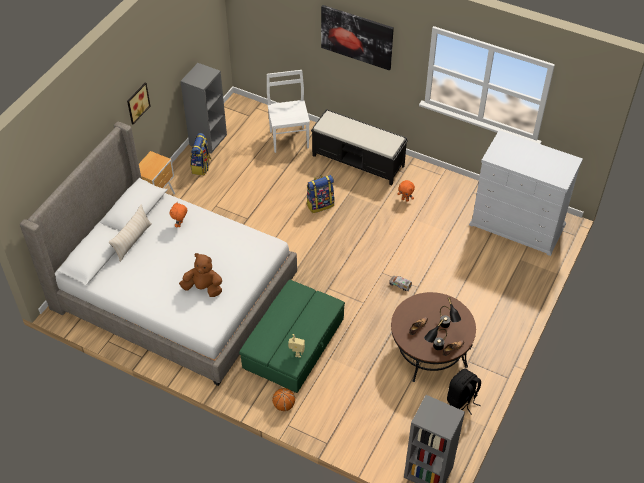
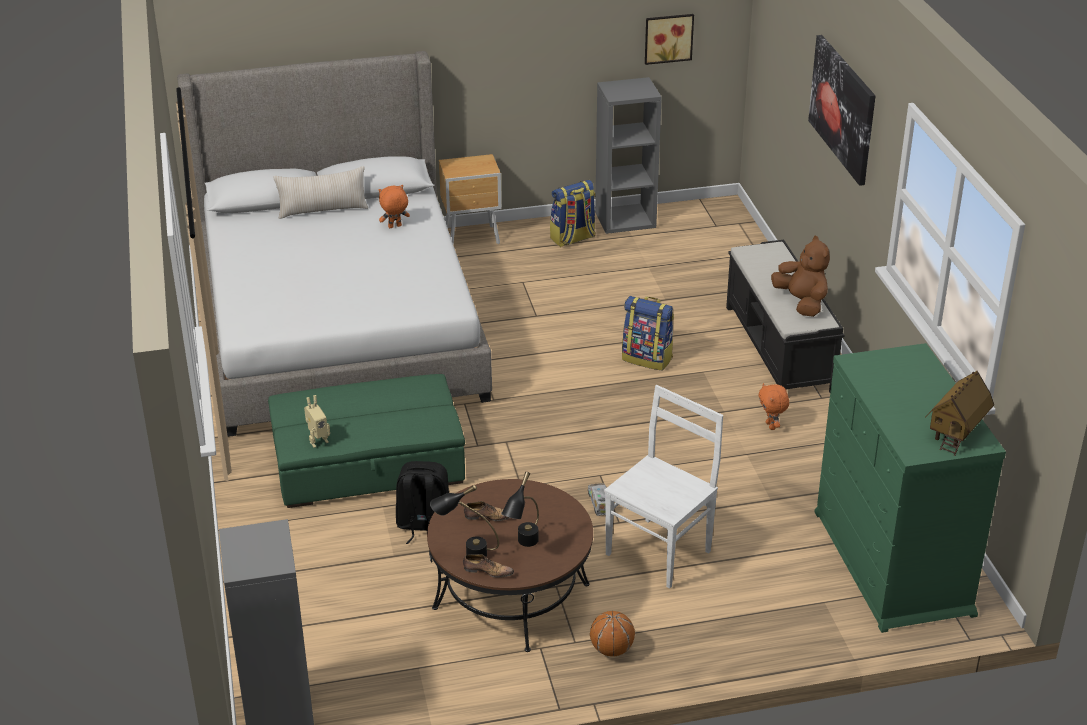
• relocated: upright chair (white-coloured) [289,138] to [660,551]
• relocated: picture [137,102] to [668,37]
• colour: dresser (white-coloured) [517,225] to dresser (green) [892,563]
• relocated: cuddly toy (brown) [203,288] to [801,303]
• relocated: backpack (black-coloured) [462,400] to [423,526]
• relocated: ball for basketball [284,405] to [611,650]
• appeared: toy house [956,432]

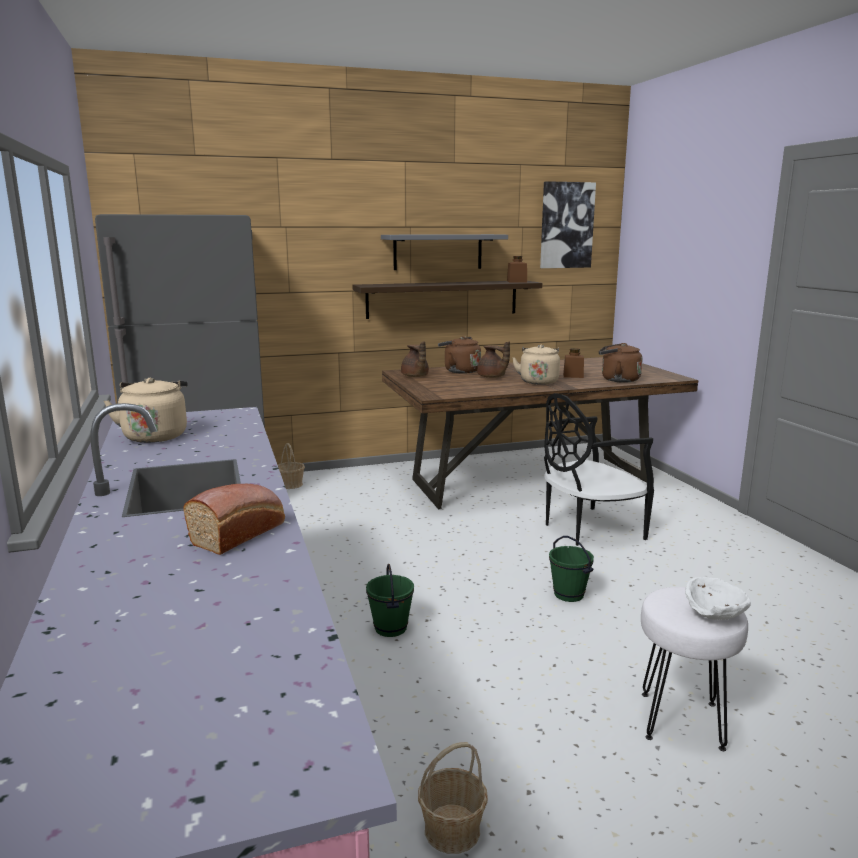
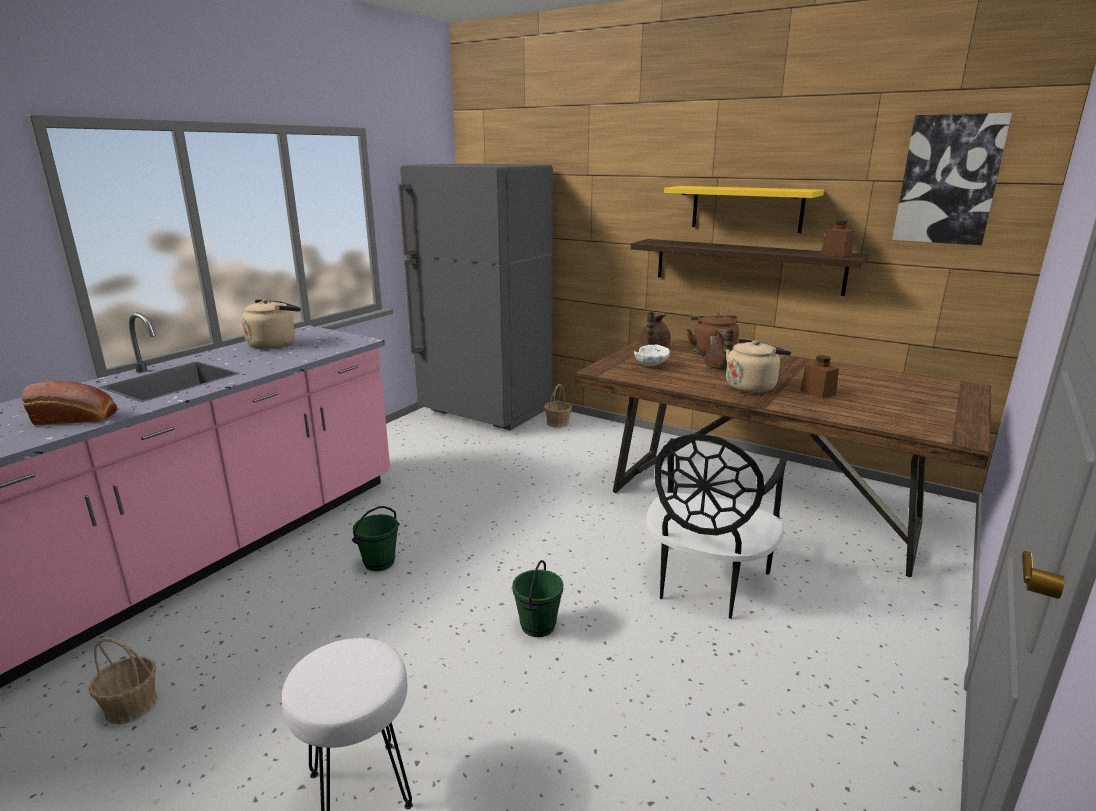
• colour: shelf (grey) [438,252] to shelf (yellowish) [746,208]
• missing: tea kettle (brown) [617,380]
• spun: upright chair (black-coloured) [588,529] = [704,583] 90 degrees counterclockwise
• relocated: deep dish (white-coloured) [716,616] to [651,366]

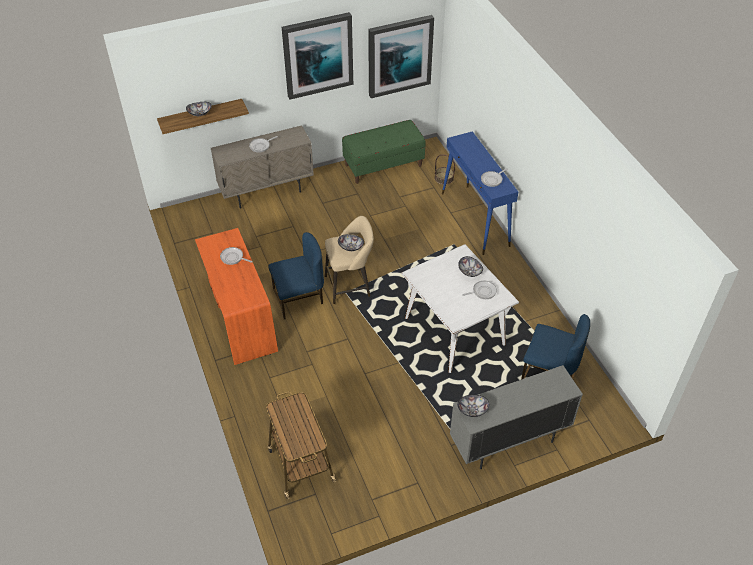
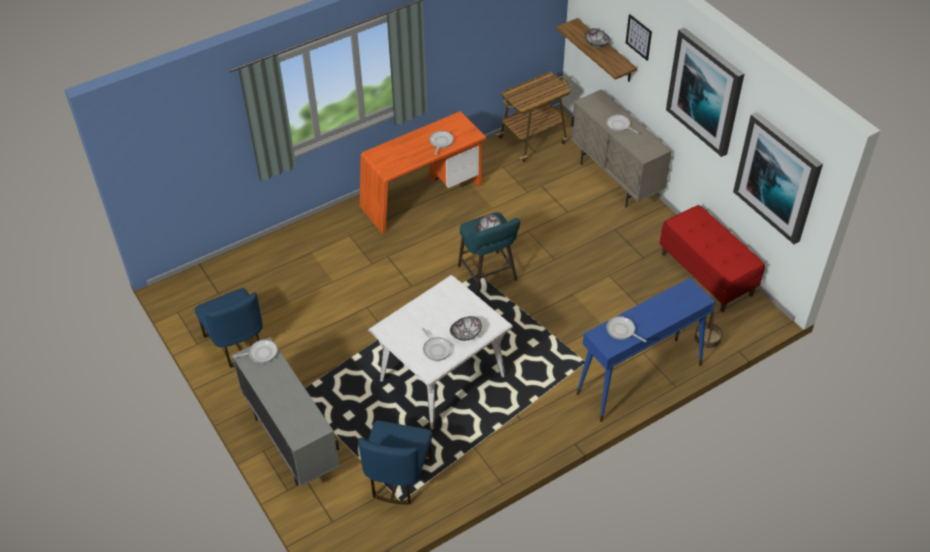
• colour: indoor bench (green) [383,165] to indoor bench (reddish) [707,274]
• colour: sitting stool (beige) [350,286] to sitting stool (turquoise-coloured) [489,275]
• relocated: upright chair (bluish) [299,298] to [236,343]
• relocated: trolley [300,464] to [533,140]
• exchanged: deep dish [472,410] to frying pan [261,353]
• appeared: picture [639,37]

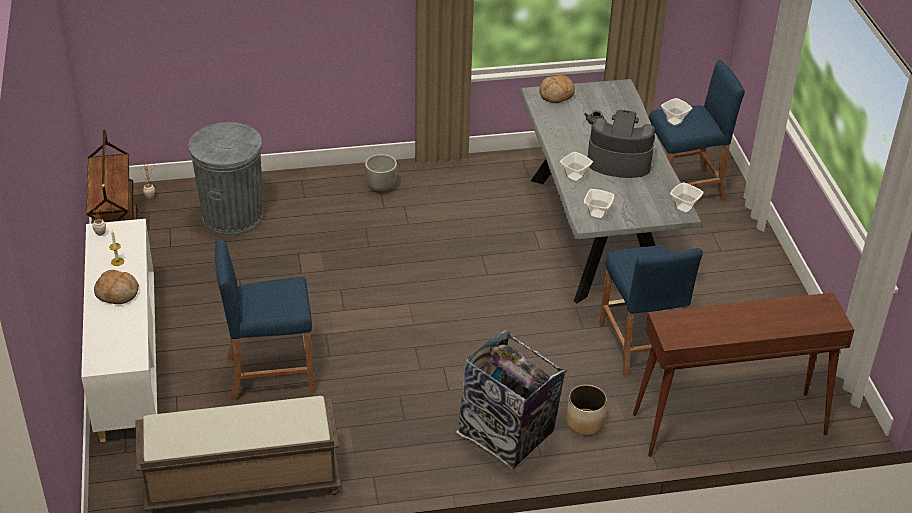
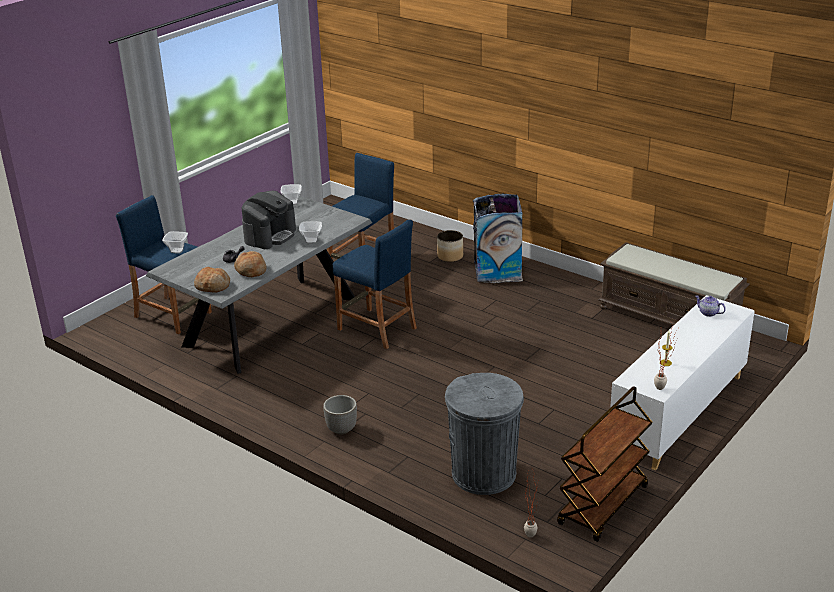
• spun: coffee maker [619,161] = [270,235] 120 degrees counterclockwise
• missing: deep dish [598,214]
• relocated: sitting stool (bluish) [270,374] to [377,329]
• relocated: bakery bread [117,293] to [250,270]
• missing: hall table (brown) [728,424]
• appeared: teapot [708,313]

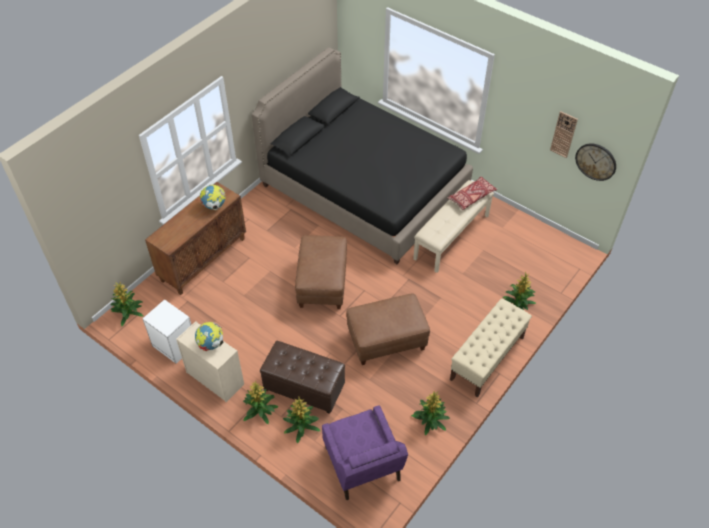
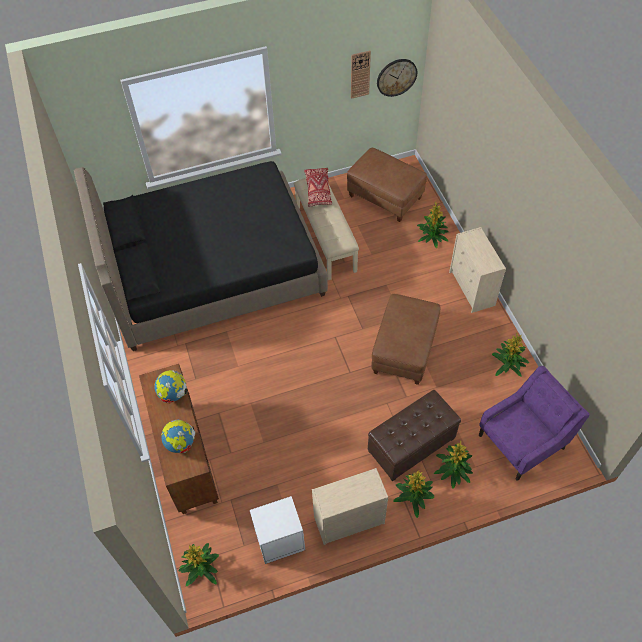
• relocated: pouffe (brown) [323,284] to [385,197]
• exchanged: indoor bench (beige) [487,358] to dresser (beige) [472,289]
• relocated: desk globe [211,344] to [181,443]
• spun: easy chair (purple) [362,465] = [522,441] 45 degrees counterclockwise

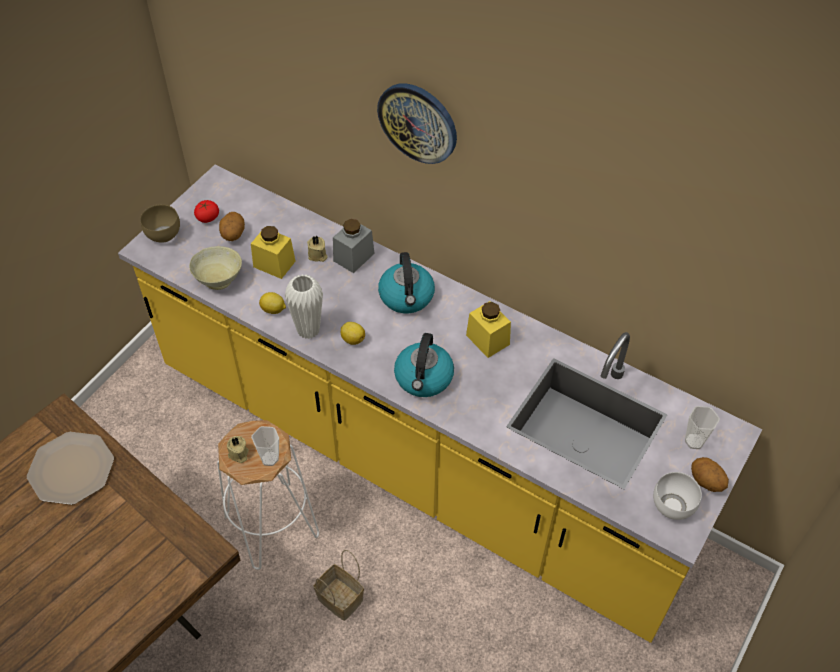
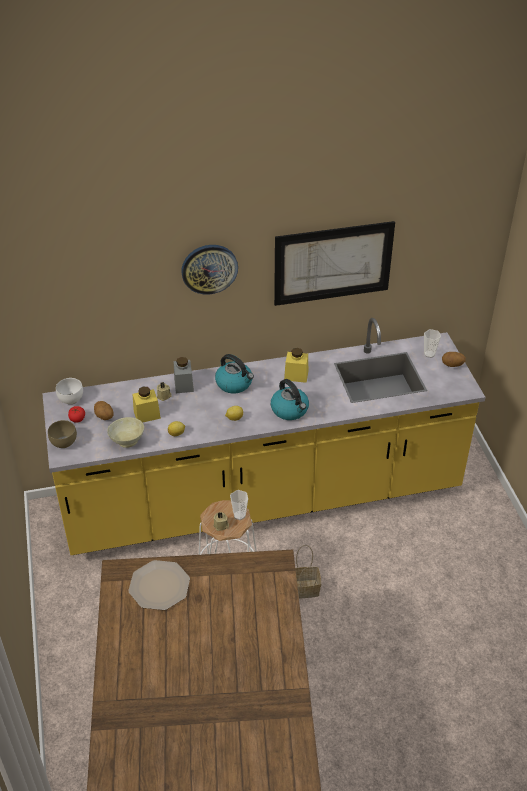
• missing: vase (white-coloured) [308,330]
• relocated: deep dish (white-coloured) [674,506] to [72,399]
• appeared: picture [333,263]

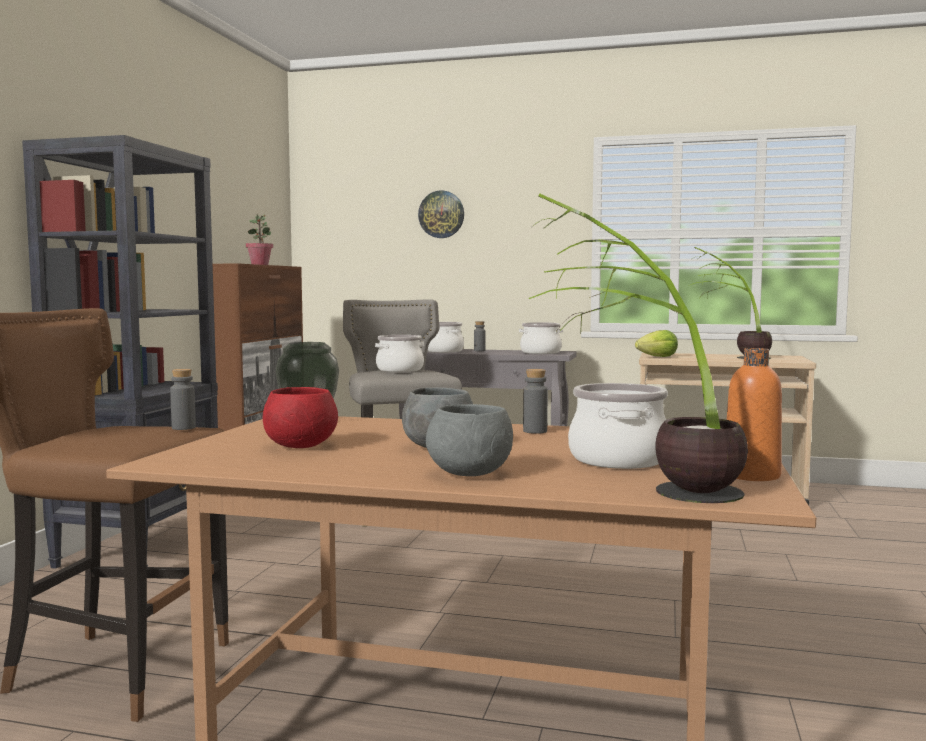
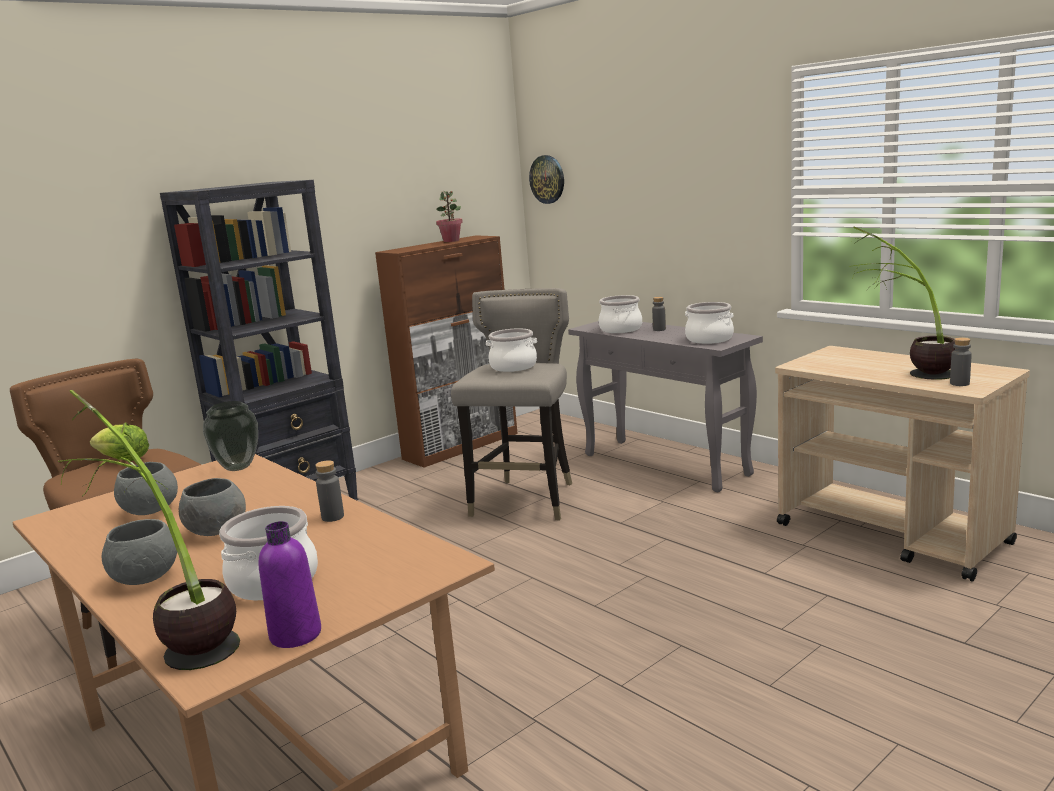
• relocated: wall clock [441,214] to [547,179]
• relocated: lettuce [658,357] to [123,460]
• colour: drink bottle (orange) [751,475] to drink bottle (purple) [295,635]
• relocated: drink bottle (grey) [183,428] to [959,383]
• colour: deep dish (reddish) [300,446] to deep dish (grey) [150,511]

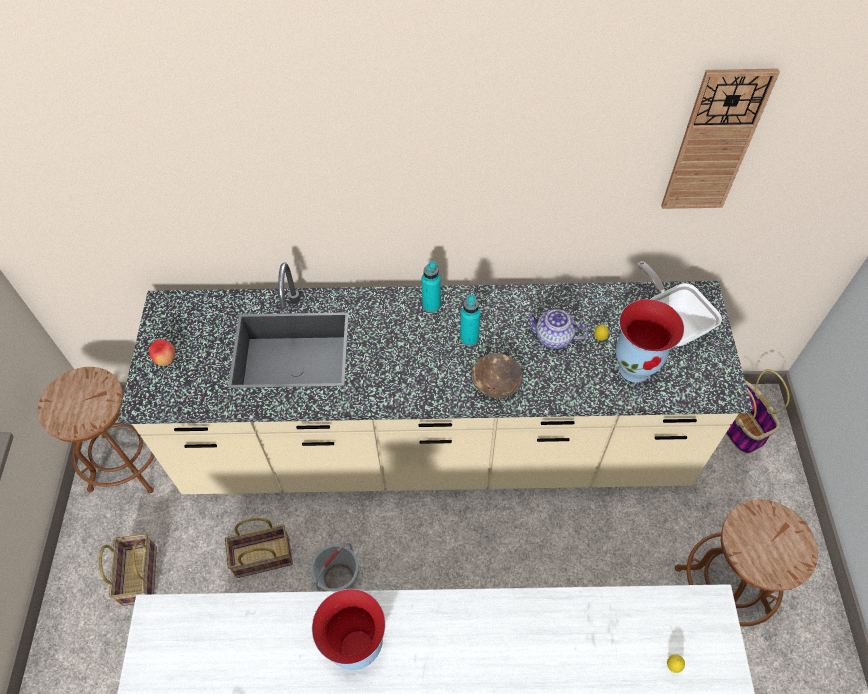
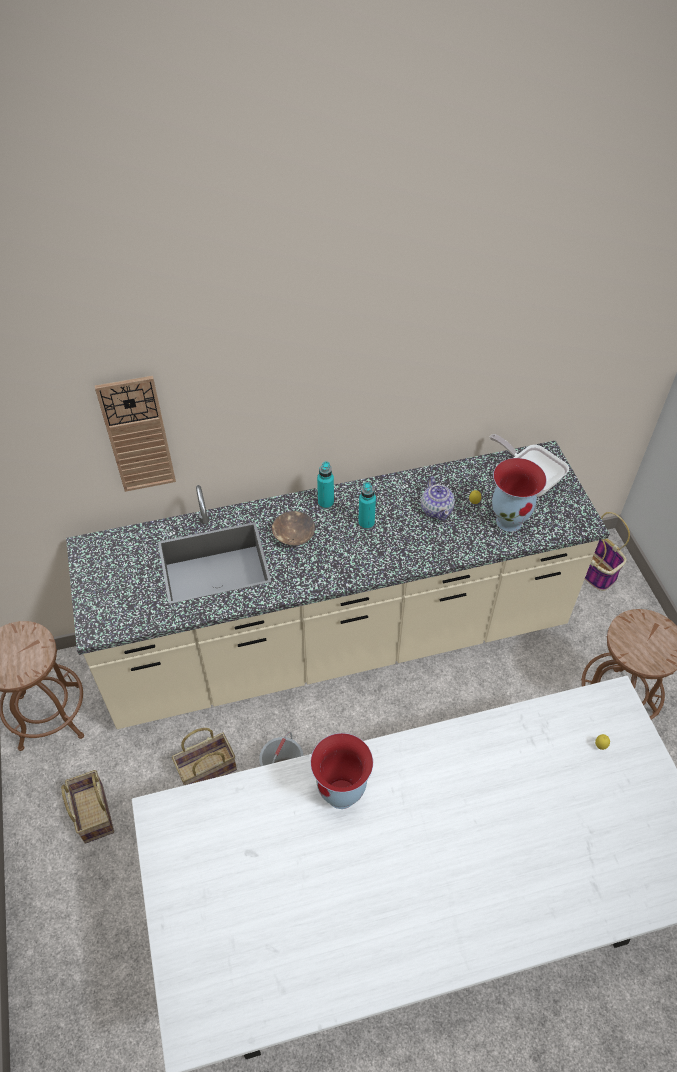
• relocated: wall clock [714,143] to [137,435]
• spun: teapot [554,337] = [437,509] 105 degrees counterclockwise
• missing: apple [166,360]
• relocated: deep dish (brown) [495,381] to [293,534]

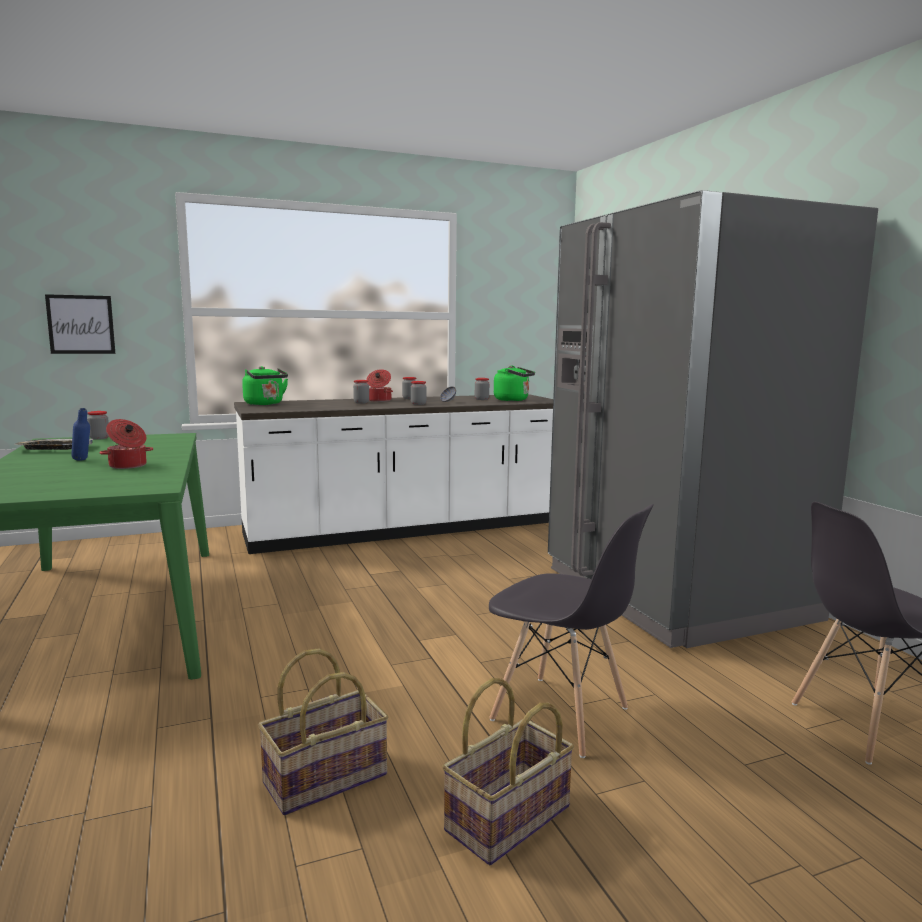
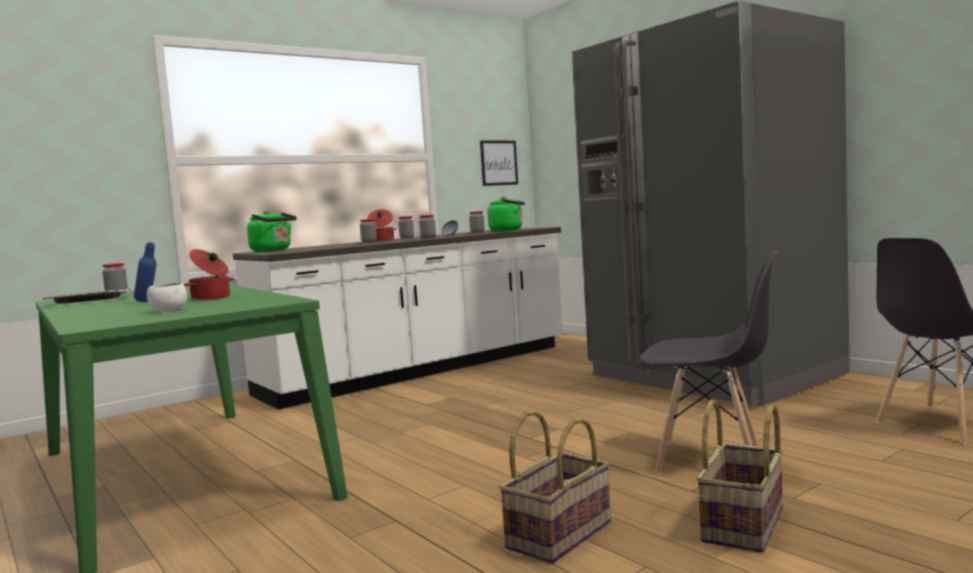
• relocated: picture [81,324] to [499,163]
• appeared: deep dish (white-coloured) [168,310]

